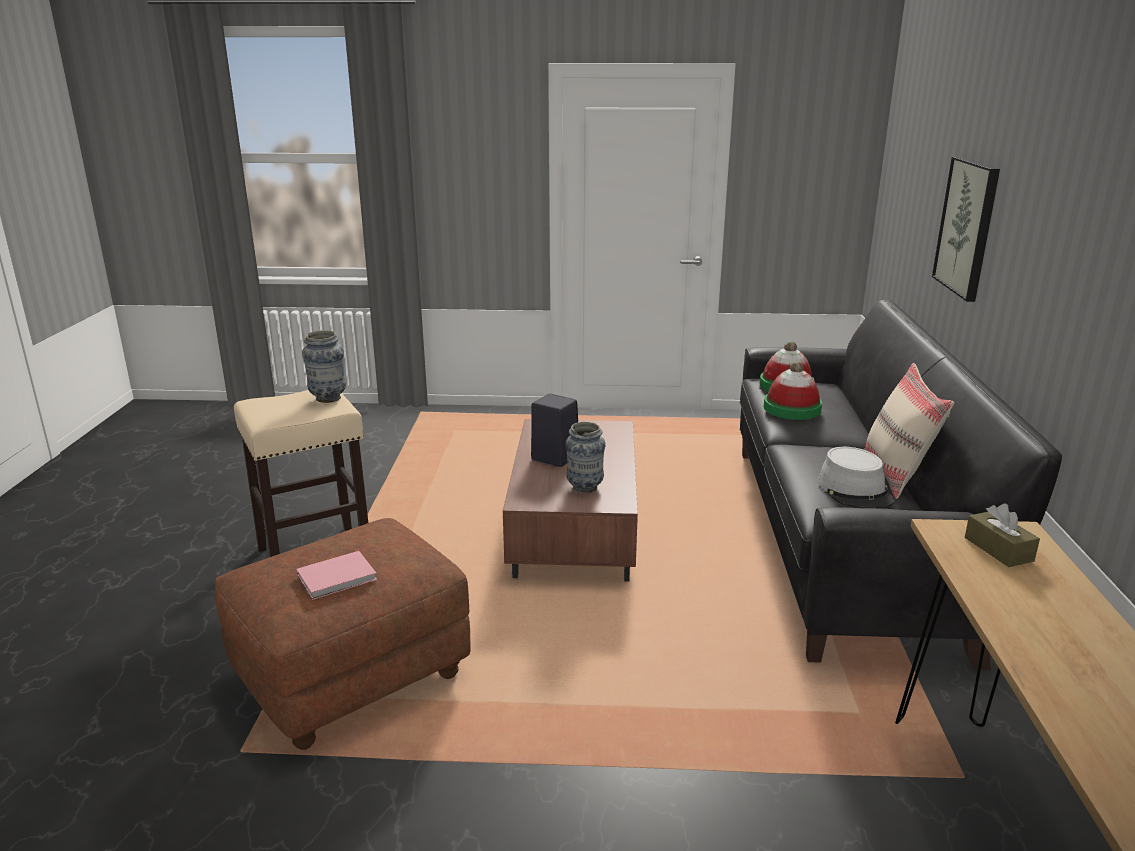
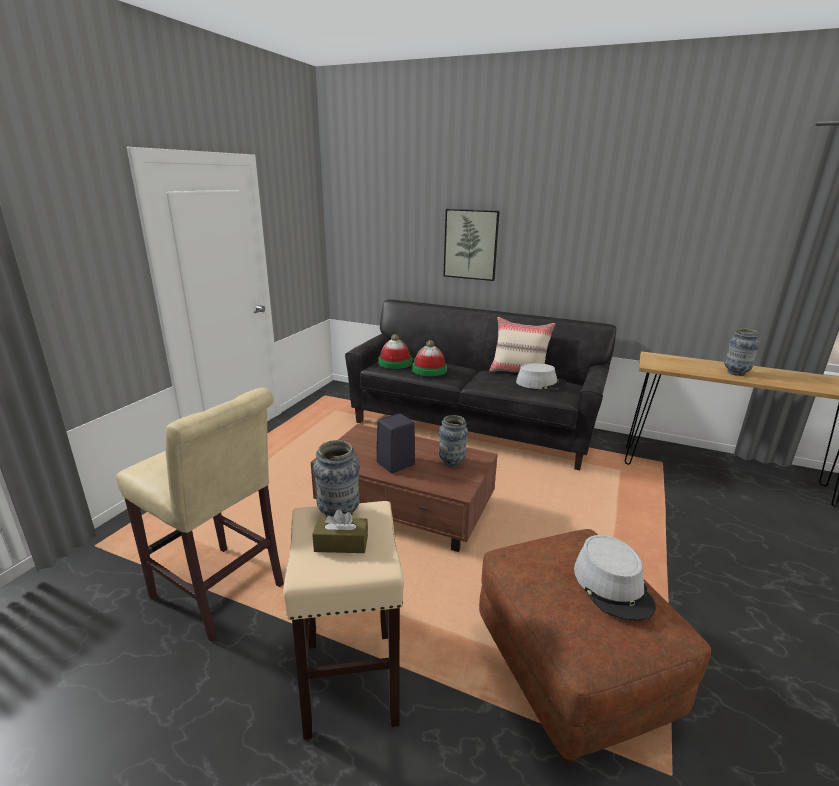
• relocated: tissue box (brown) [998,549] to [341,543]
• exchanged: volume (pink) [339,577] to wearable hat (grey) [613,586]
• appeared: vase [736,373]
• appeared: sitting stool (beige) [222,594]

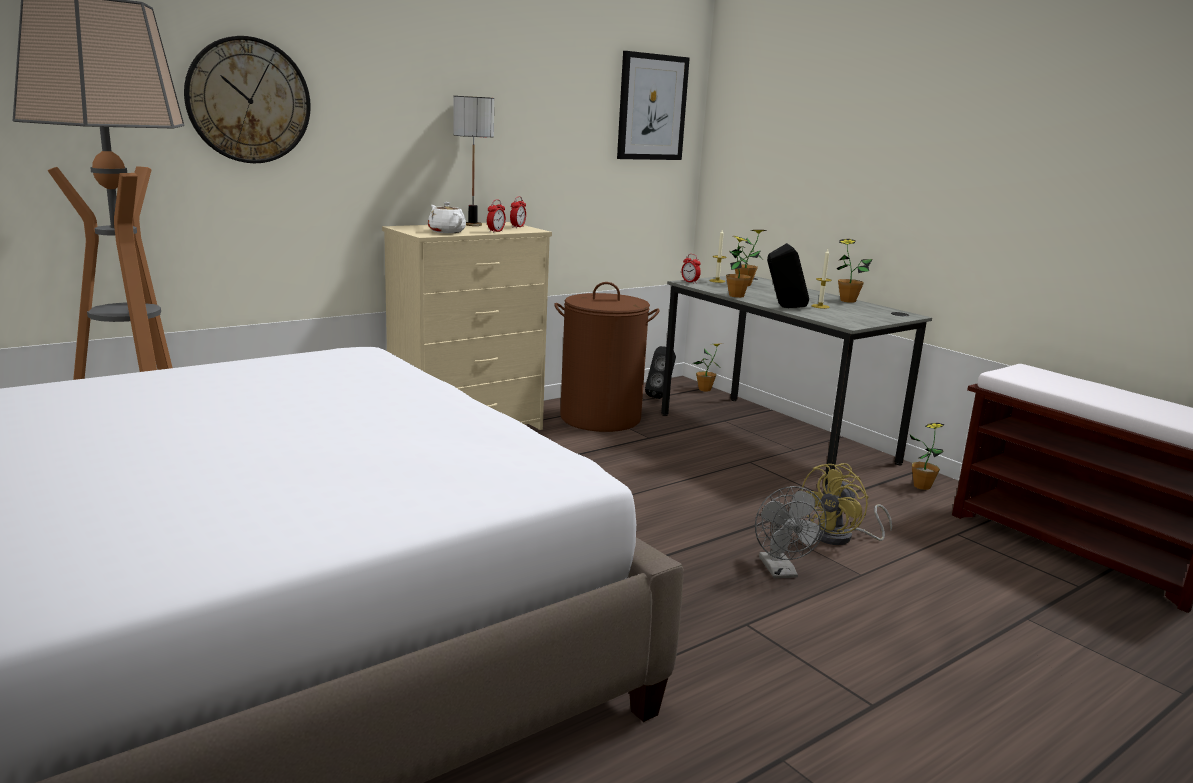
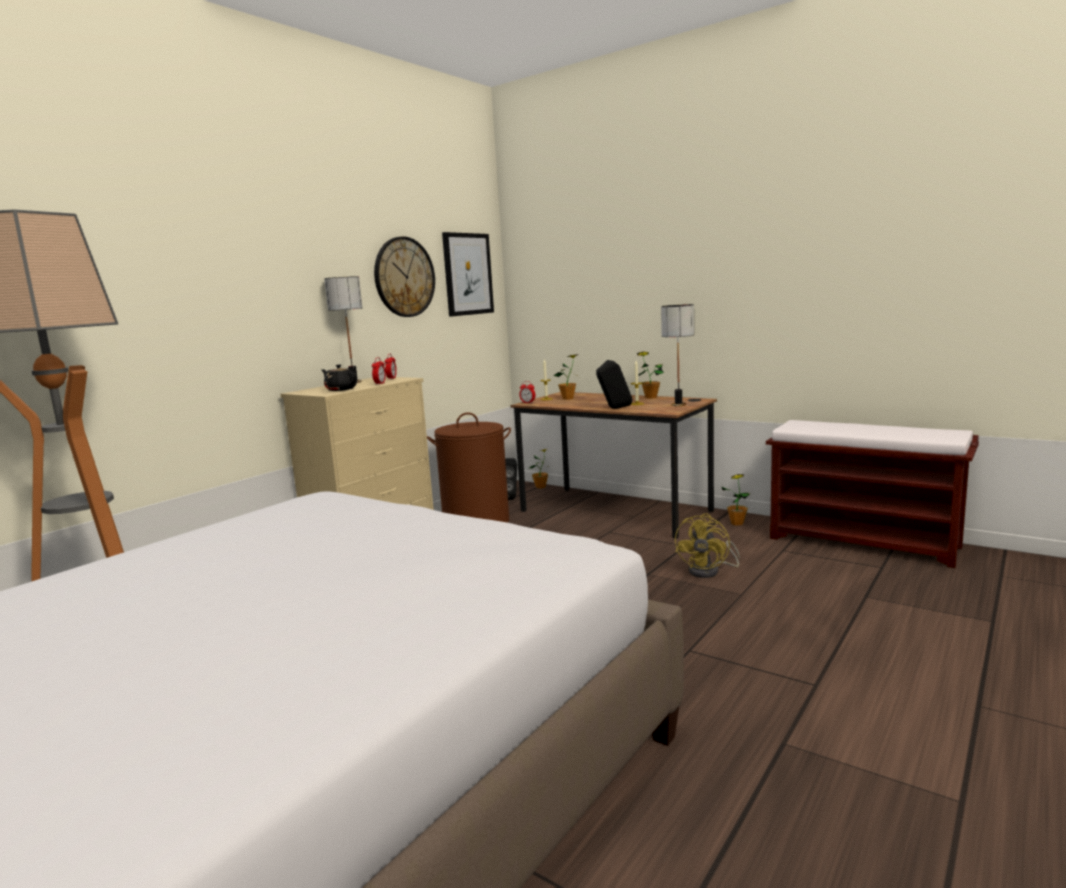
• relocated: wall clock [248,100] to [404,277]
• colour: teapot (white-coloured) [446,231] to teapot (black-coloured) [340,389]
• missing: plant in a pot [736,296]
• colour: desk (grey) [775,438] to desk (brown) [615,511]
• missing: cooling fan (grey) [781,572]
• appeared: table lamp [679,405]

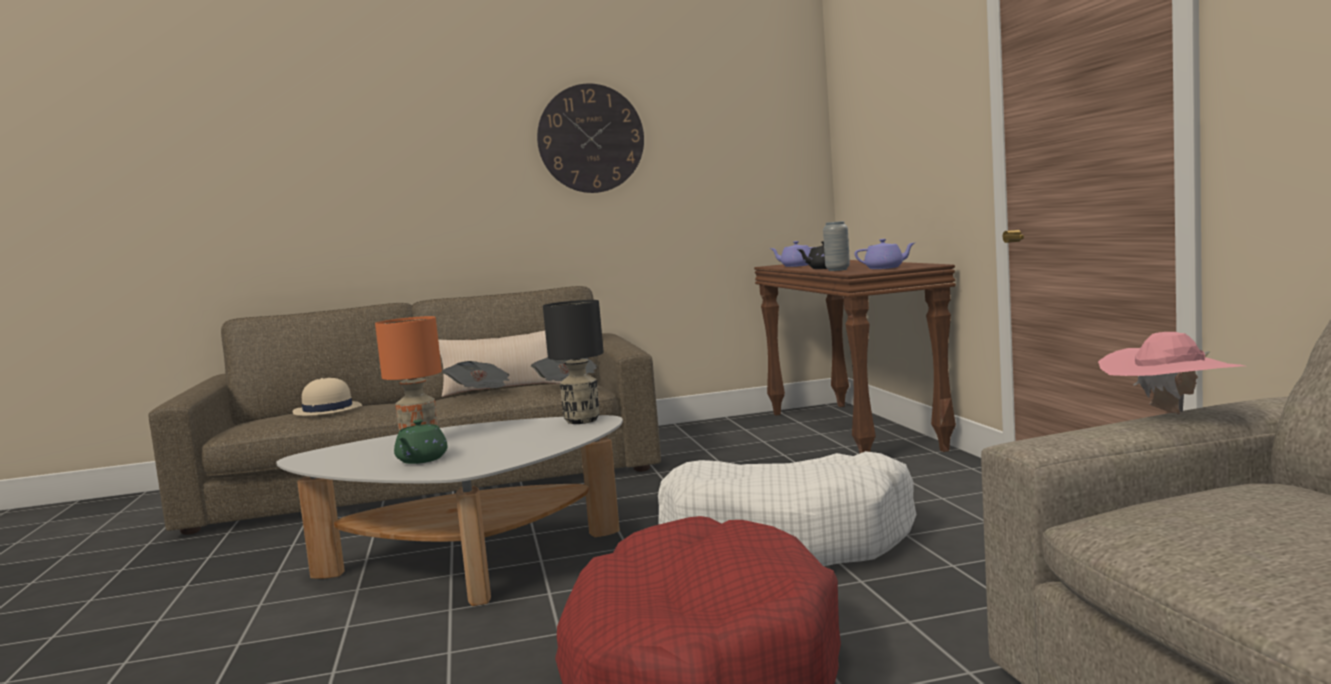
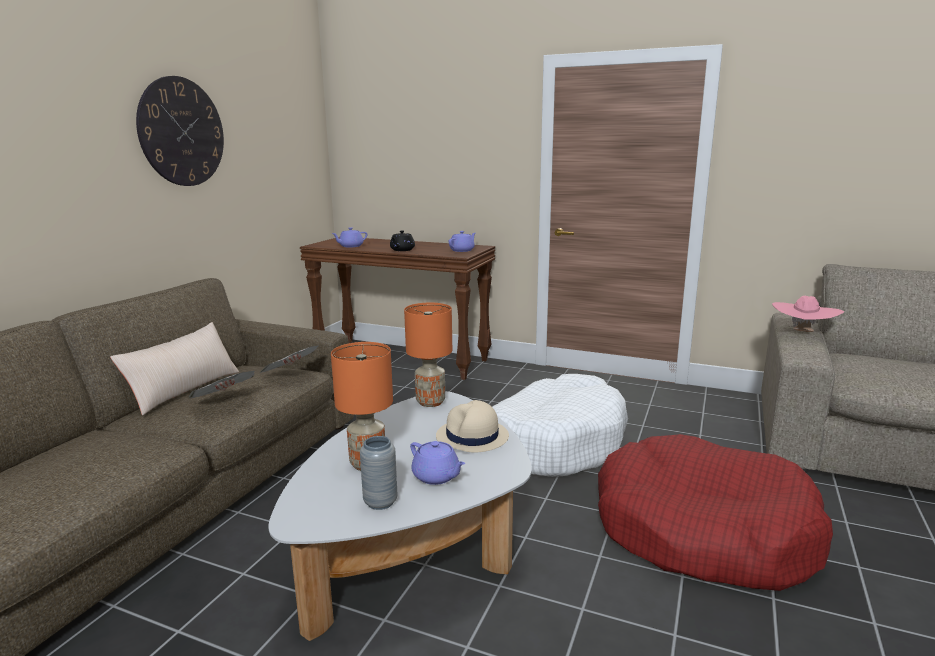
• relocated: vase (grey) [837,270] to [380,502]
• colour: table lamp (black-coloured) [581,421] to table lamp (orange) [430,402]
• relocated: wearable hat (beige) [327,410] to [472,437]
• colour: teapot (green) [421,460] to teapot (purple) [437,476]

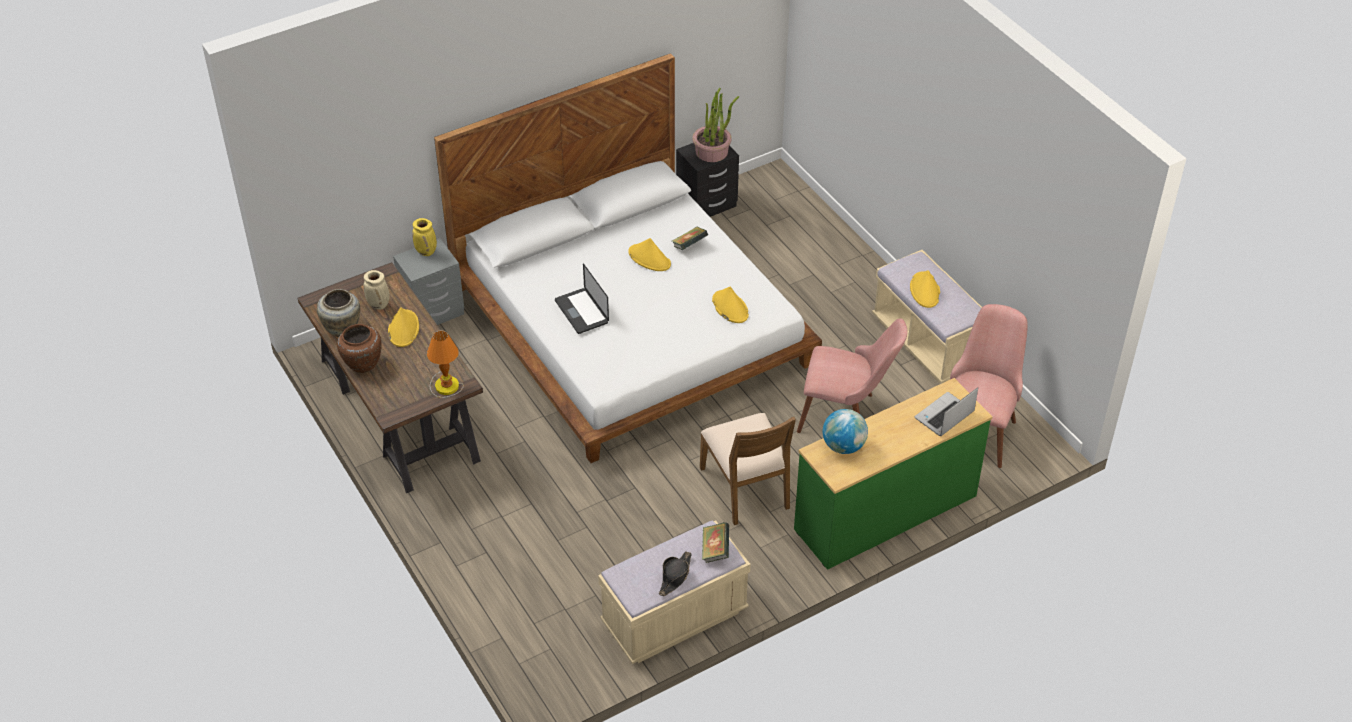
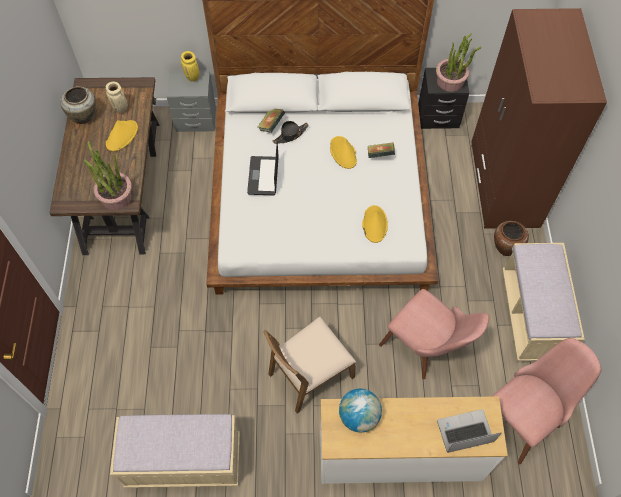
• missing: wearable hat (yellowish) [925,290]
• relocated: vase (brown) [362,363] to [506,246]
• exchanged: table lamp [445,384] to plant in a pot [116,196]
• colour: dresser (green) [886,513] to dresser (white-coloured) [399,456]
• spun: upright chair (brown) [746,487] = [309,374] 45 degrees clockwise
• relocated: volume [715,550] to [271,125]
• relocated: wearable hat (black-coloured) [675,576] to [290,135]
• appeared: clothes cupboard (brown) [503,185]

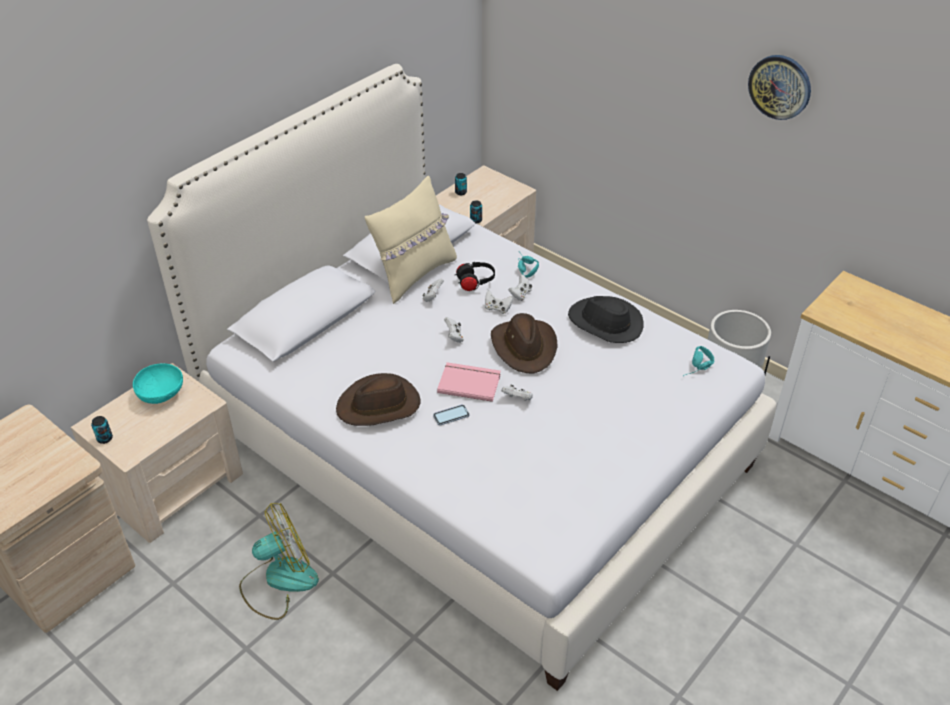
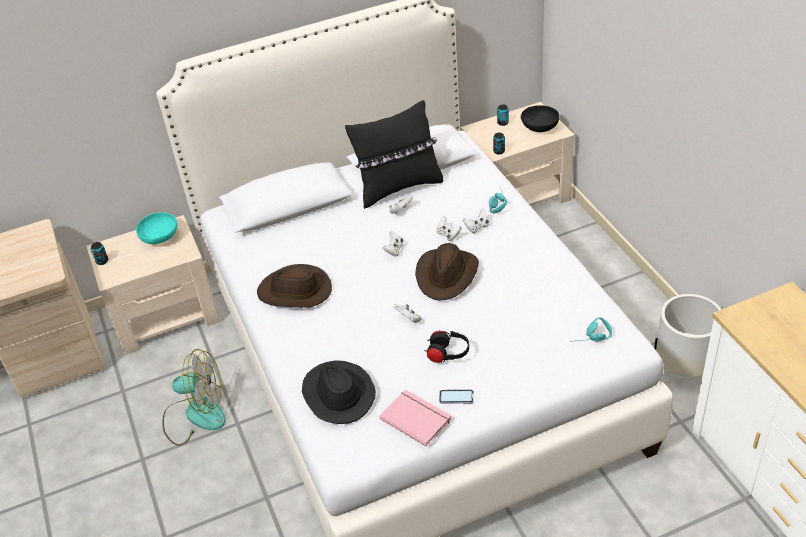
• missing: wall clock [780,86]
• colour: pillow (beige) [414,274] to pillow (black-coloured) [399,187]
• relocated: headphones (black-coloured) [475,283] to [447,354]
• relocated: wearable hat (black-coloured) [605,323] to [337,394]
• relocated: volume (pink) [469,382] to [416,418]
• relocated: phone [451,416] to [456,397]
• appeared: deep dish (black-coloured) [539,128]

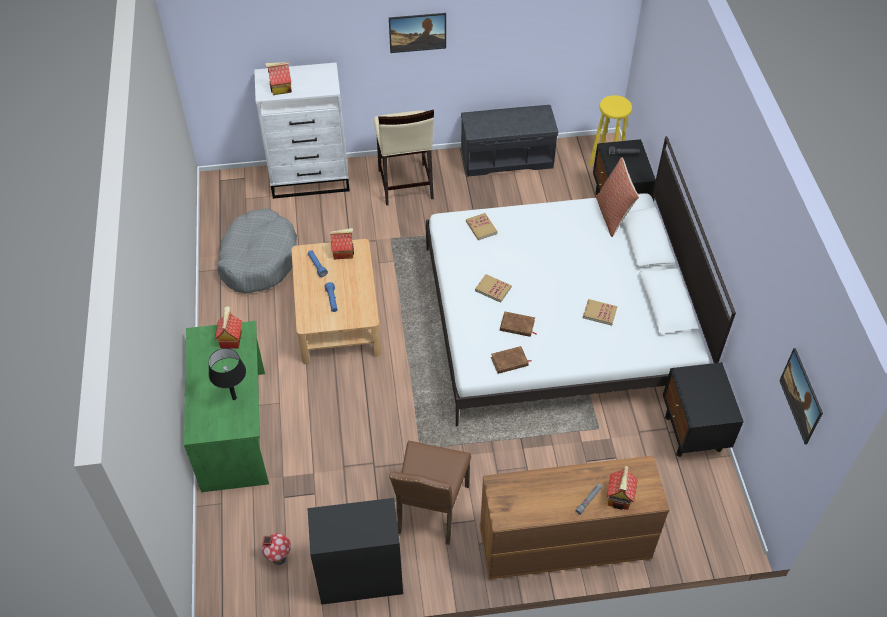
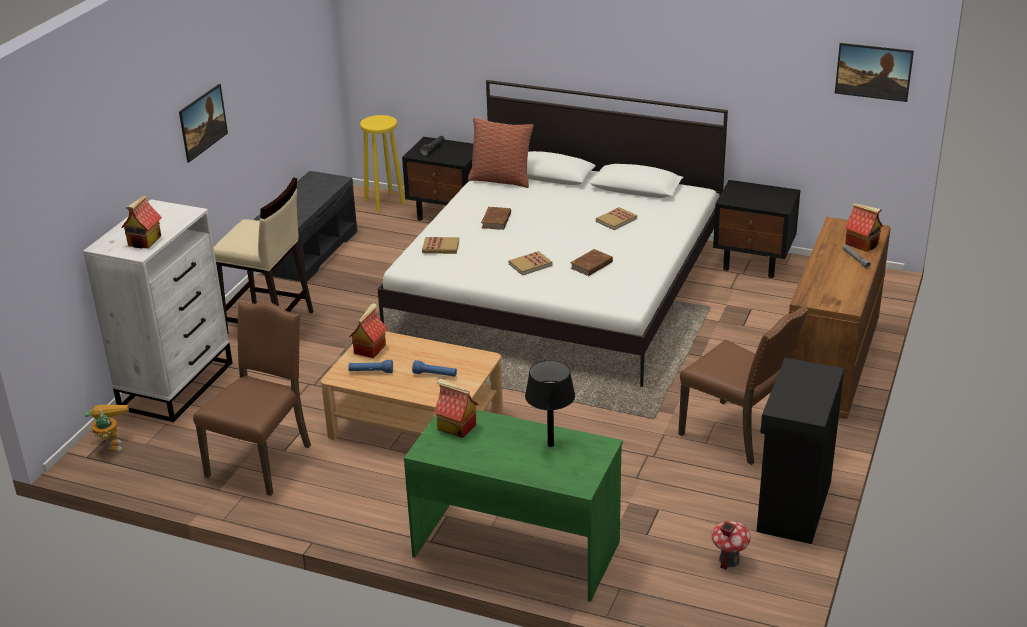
• exchanged: dog bed (grey) [258,259] to upright chair (brown) [262,460]
• relocated: volume (brown) [509,362] to [496,220]
• appeared: model robot [111,444]

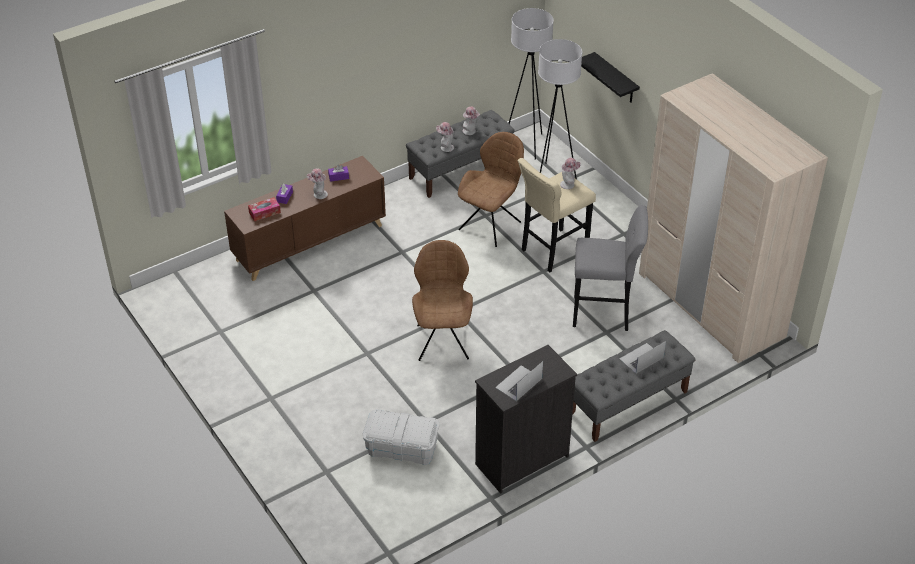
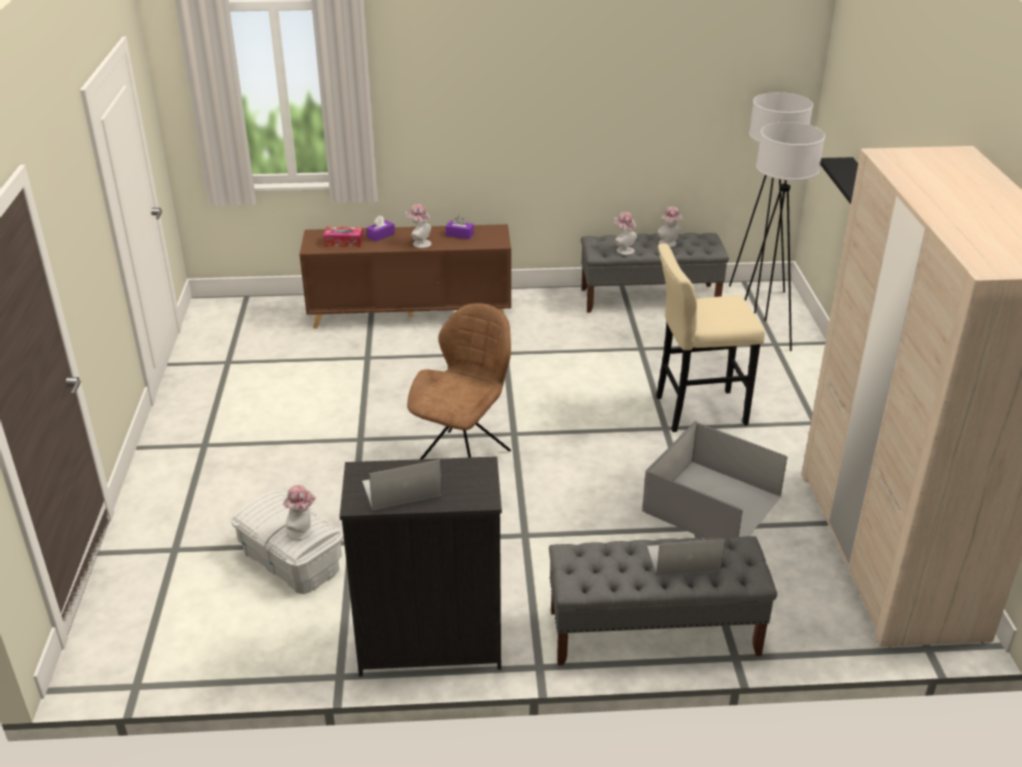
• missing: upright chair (brown) [491,225]
• relocated: wearable hat [569,184] to [303,532]
• exchanged: sitting stool (grey) [604,313] to storage bin (grey) [711,505]

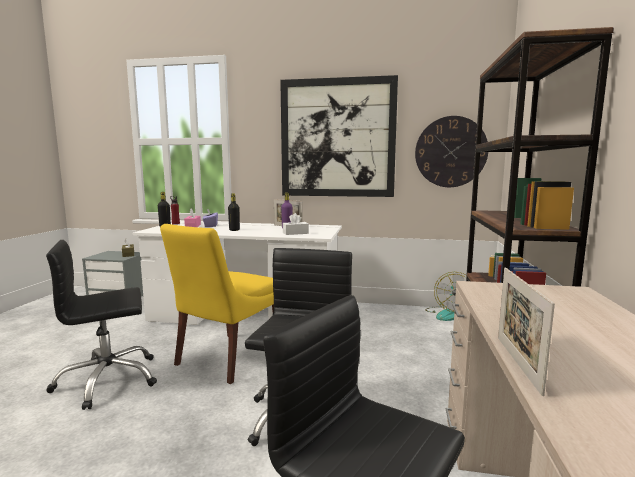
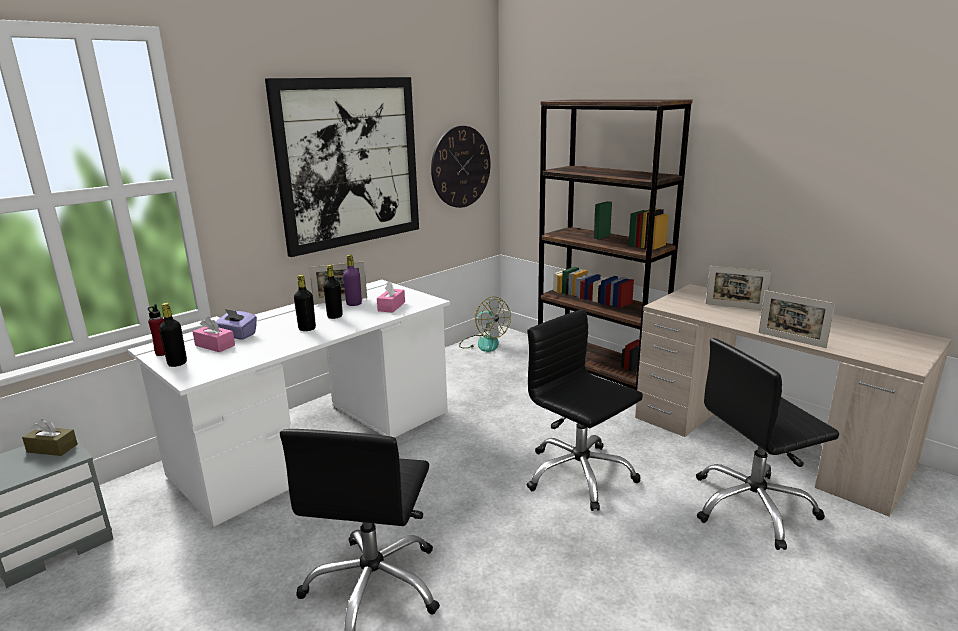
• colour: tissue box (white-coloured) [295,233] to tissue box (pink) [391,306]
• missing: upright chair (yellowish) [227,358]
• appeared: drink bottle (black-coloured) [335,316]
• appeared: standing frame [734,307]

